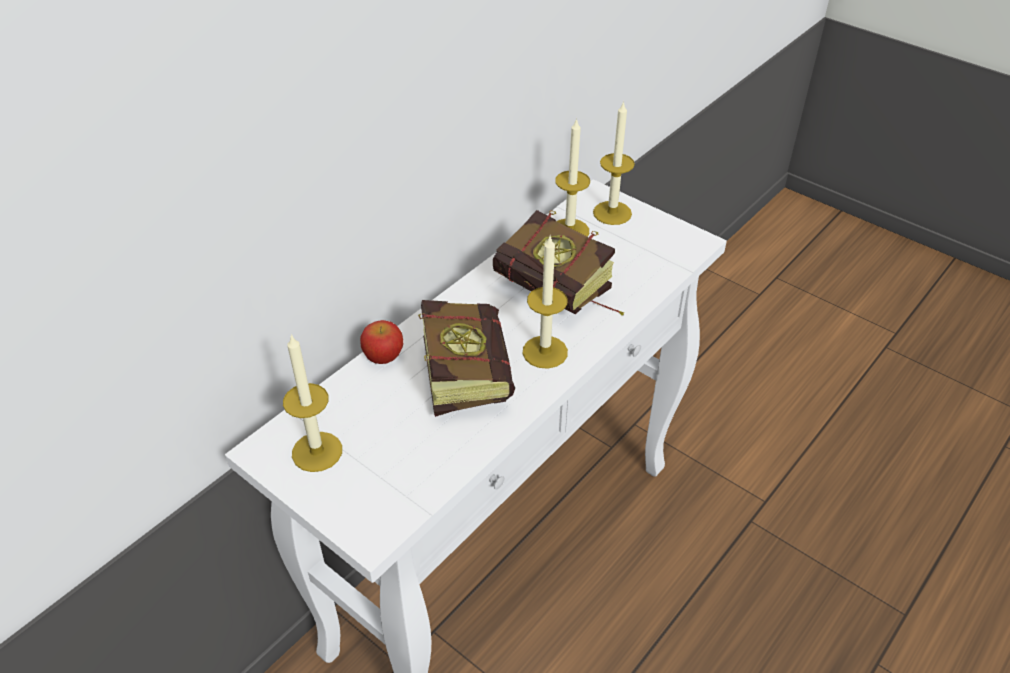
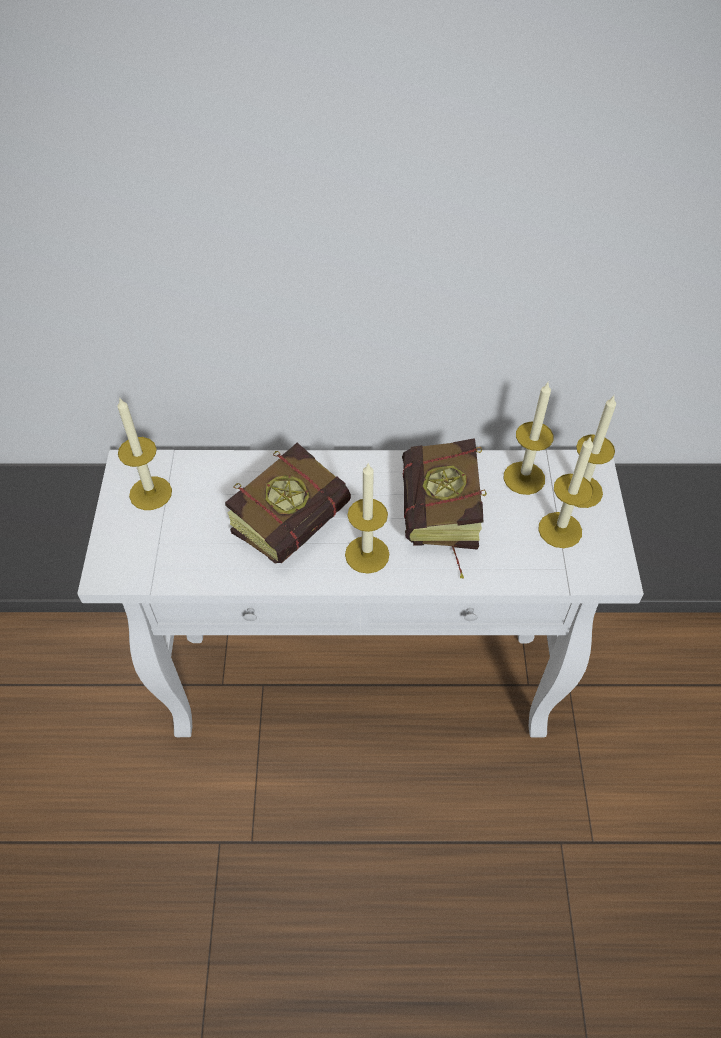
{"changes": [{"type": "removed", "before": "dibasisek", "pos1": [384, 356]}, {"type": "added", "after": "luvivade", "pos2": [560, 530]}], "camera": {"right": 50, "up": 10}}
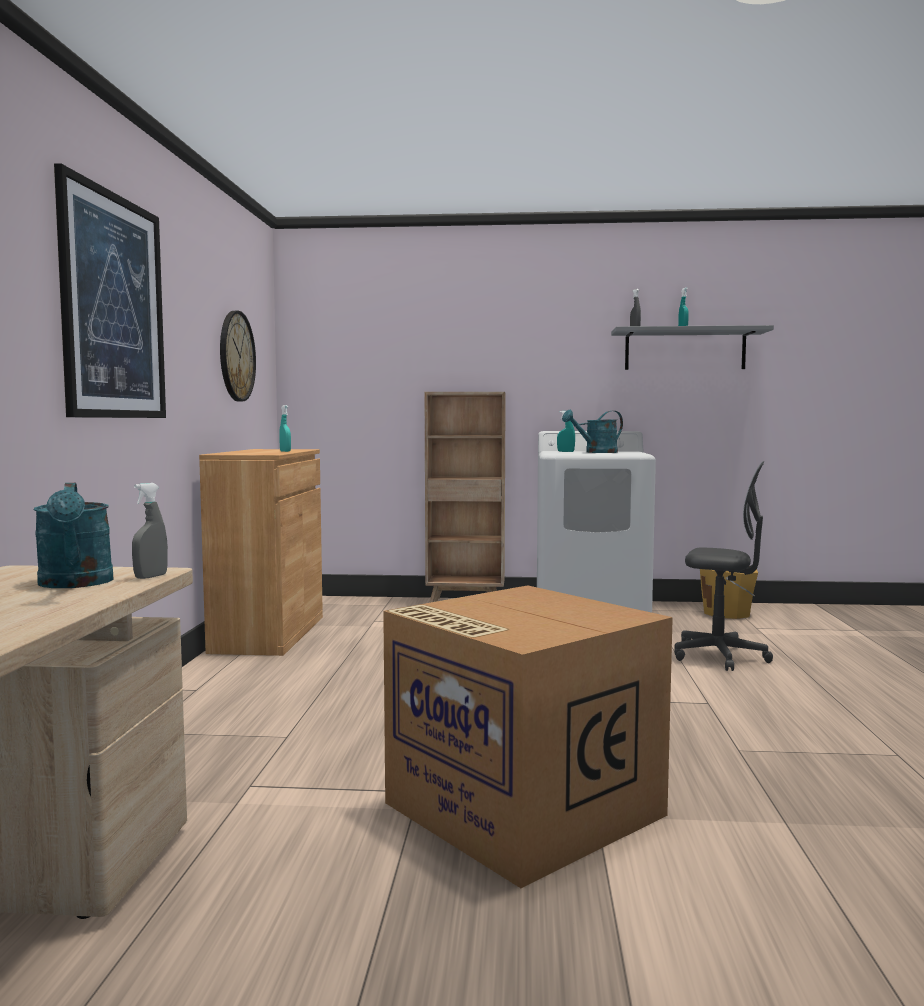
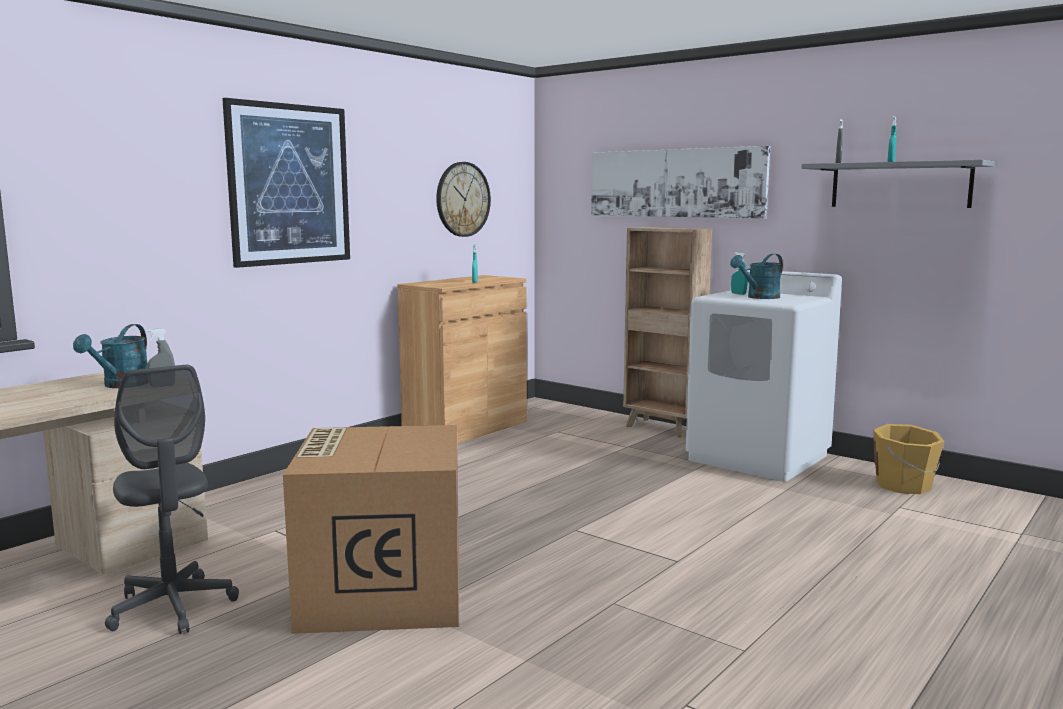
{"changes": [{"type": "added", "after": "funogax", "pos2": [675, 183]}, {"type": "moved", "before": "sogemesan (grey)", "pos1": [720, 657], "pos2": [172, 607]}, {"type": "turned", "before": "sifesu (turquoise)", "pos1": [596, 452], "pos2": [759, 297], "turn": -45}], "camera": {"right": 35, "up": 5}}
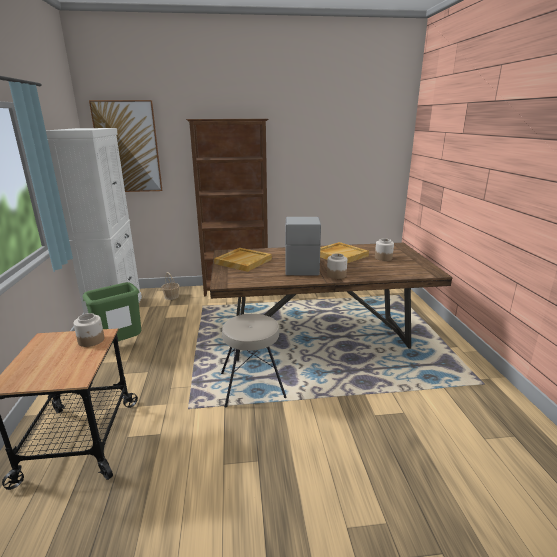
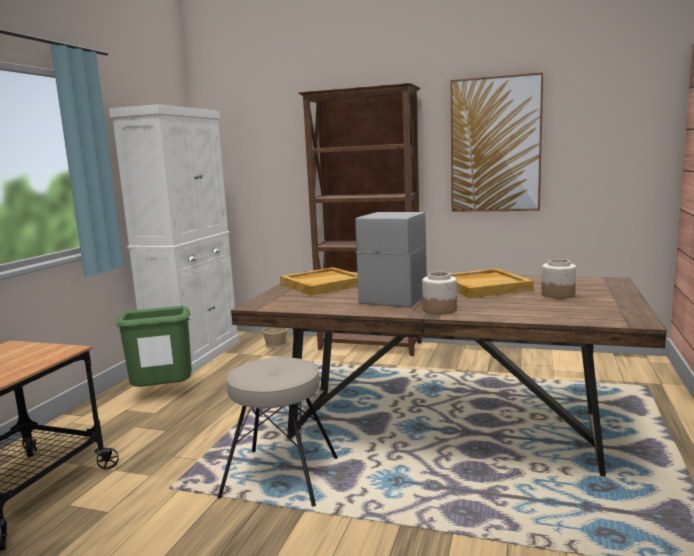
{"changes": [{"type": "removed", "before": "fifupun", "pos1": [91, 340]}, {"type": "moved", "before": "funogax", "pos1": [128, 147], "pos2": [495, 145]}], "camera": {"right": 25, "up": -10}}
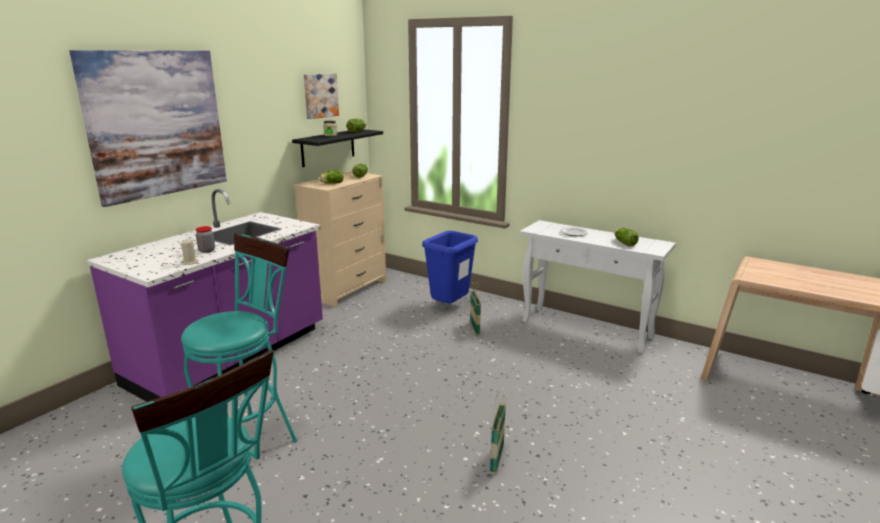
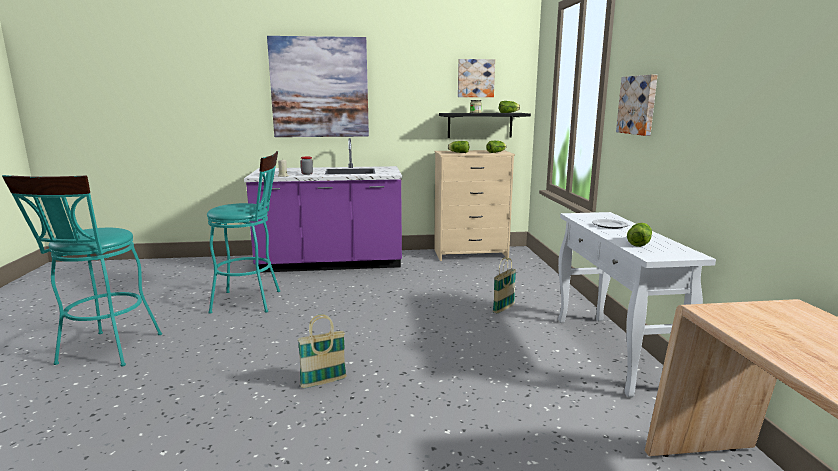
{"changes": [{"type": "removed", "before": "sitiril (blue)", "pos1": [450, 307]}, {"type": "added", "after": "funogax", "pos2": [638, 105]}], "camera": {"right": 50, "up": -5}}
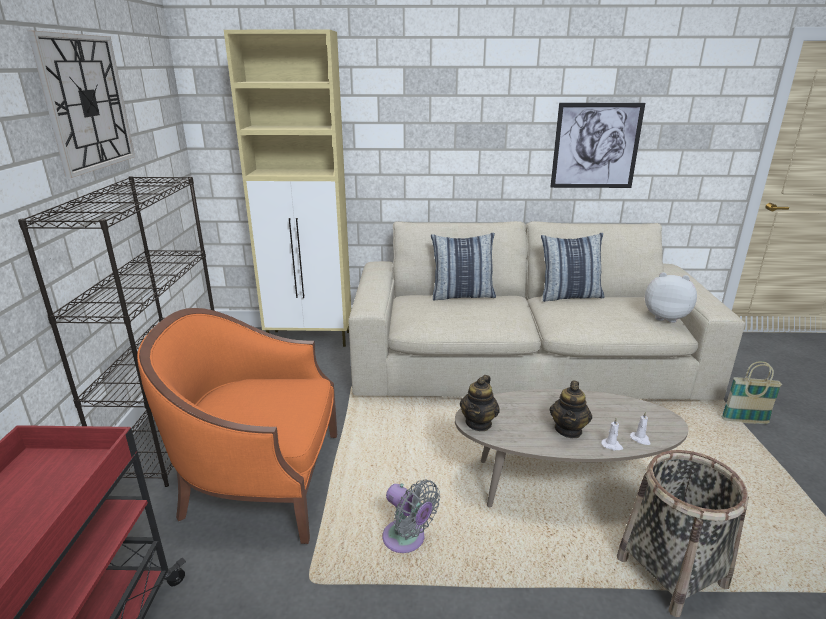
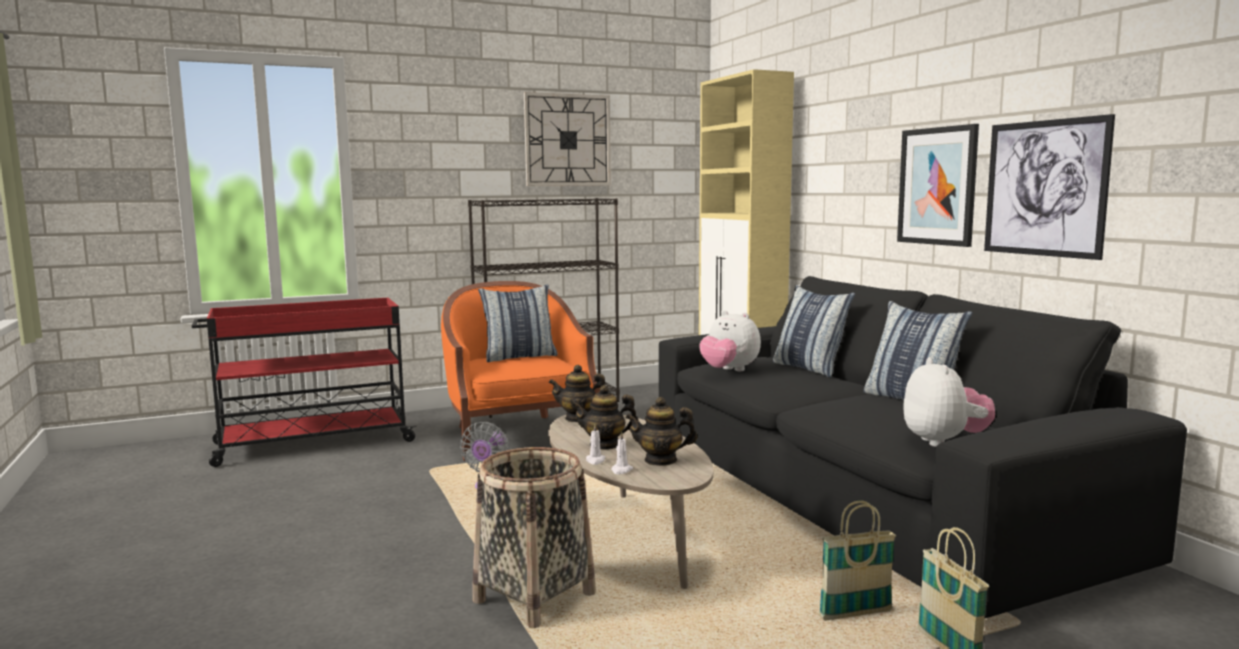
{"changes": [{"type": "added", "after": "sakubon", "pos2": [519, 357]}, {"type": "added", "after": "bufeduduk", "pos2": [661, 460]}, {"type": "added", "after": "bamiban", "pos2": [729, 371]}, {"type": "added", "after": "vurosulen", "pos2": [855, 615]}, {"type": "added", "after": "funogax", "pos2": [937, 186]}, {"type": "recoloured", "before": "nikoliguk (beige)", "after": "nikoliguk (black)", "pos1": [524, 365], "pos2": [854, 491]}], "camera": {"right": 65, "up": -15}}
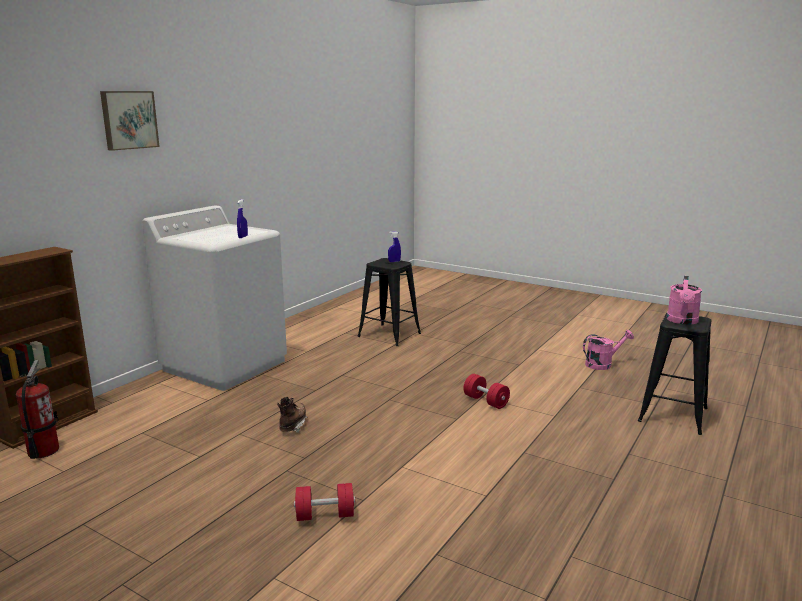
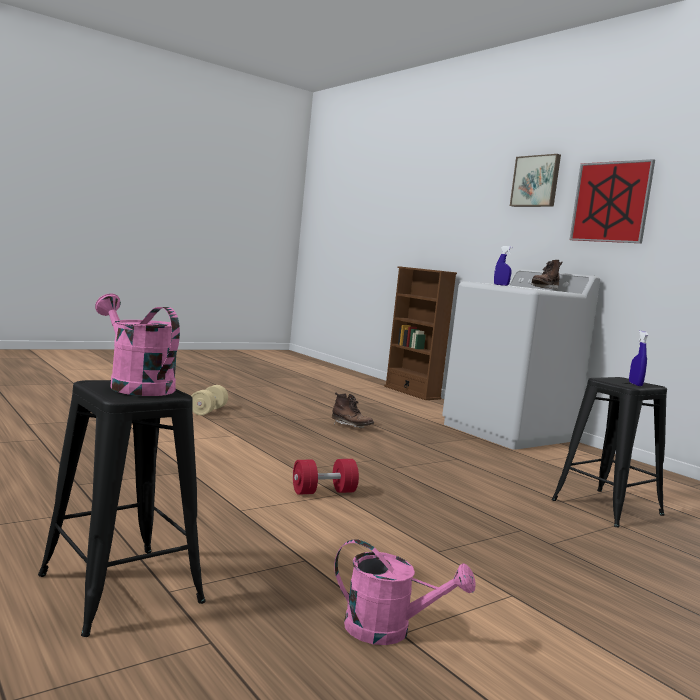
{"changes": [{"type": "removed", "before": "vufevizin", "pos1": [42, 451]}, {"type": "added", "after": "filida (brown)", "pos2": [544, 289]}, {"type": "added", "after": "funogax", "pos2": [611, 202]}, {"type": "recoloured", "before": "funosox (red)", "after": "funosox (beige)", "pos1": [325, 515], "pos2": [208, 411]}, {"type": "turned", "before": "sifesu (pink)", "pos1": [602, 364], "pos2": [389, 630], "turn": -75}], "camera": {"right": 110, "up": -10}}
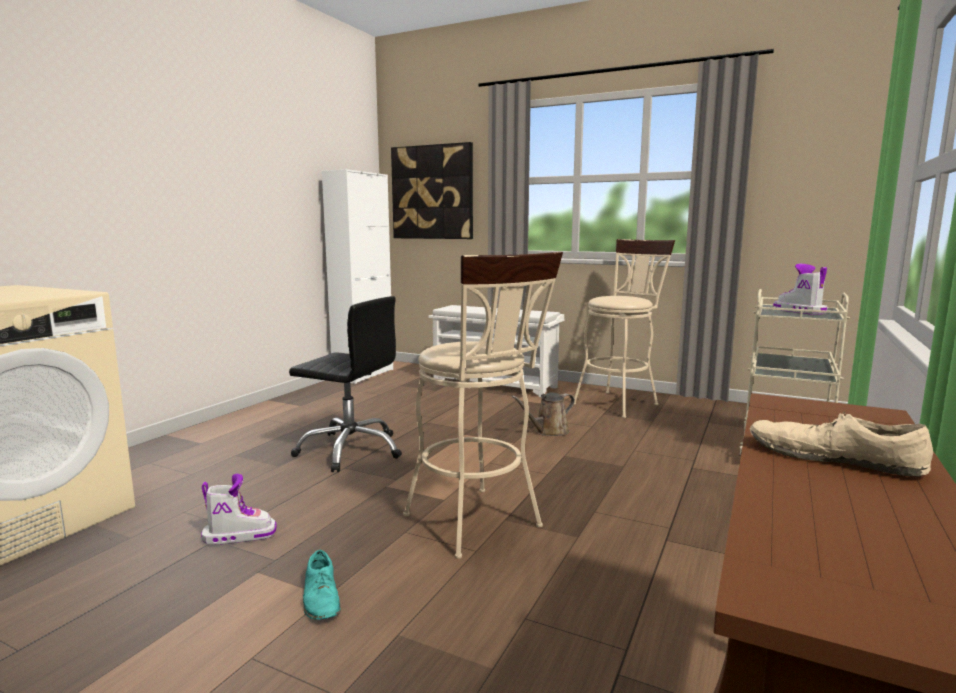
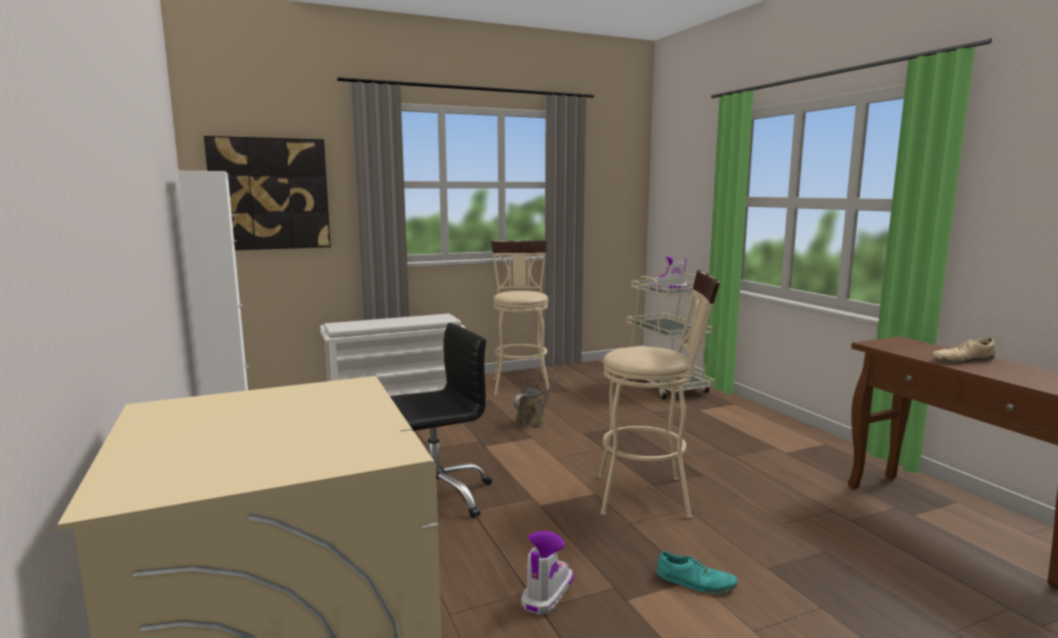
{"changes": [{"type": "turned", "before": "sifesu (brown)", "pos1": [548, 431], "pos2": [532, 421], "turn": -150}], "camera": {"right": -50, "up": 0}}
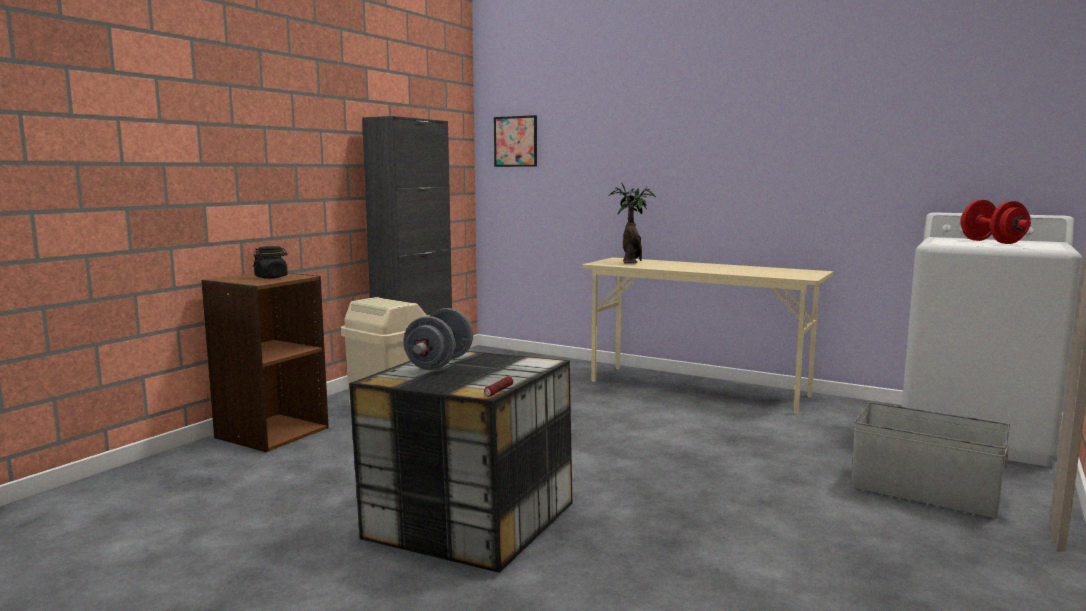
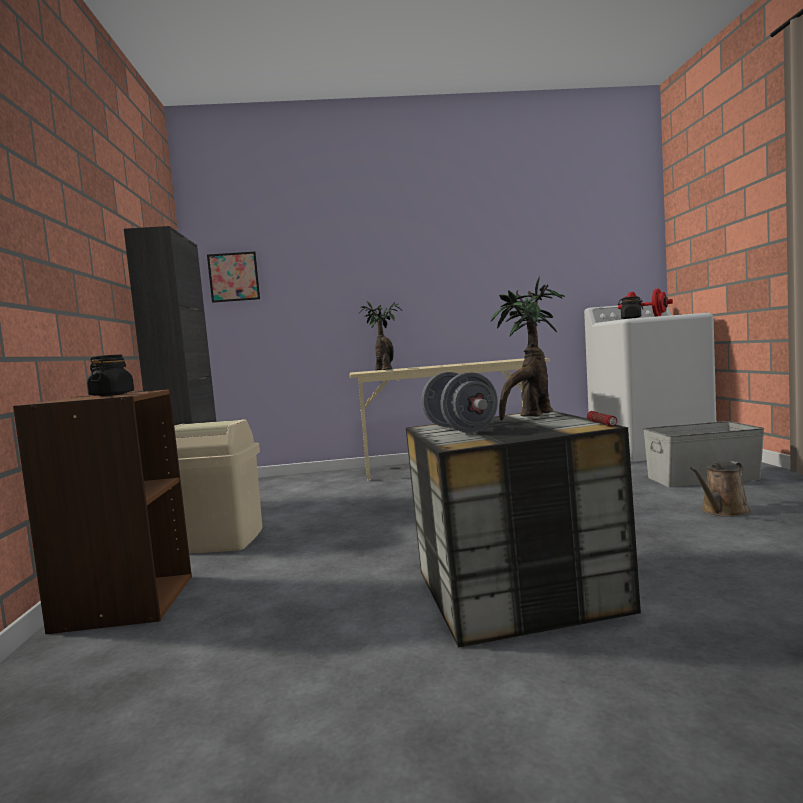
{"changes": [{"type": "added", "after": "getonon", "pos2": [531, 416]}, {"type": "added", "after": "fifupun (black)", "pos2": [630, 318]}, {"type": "added", "after": "sifesu (brown)", "pos2": [722, 511]}], "camera": {"right": -35, "up": -5}}
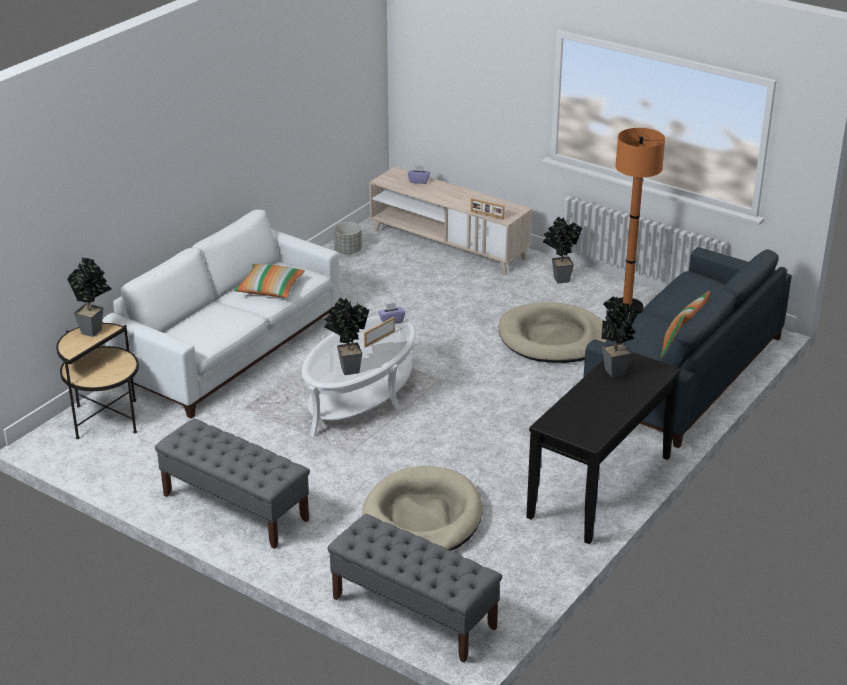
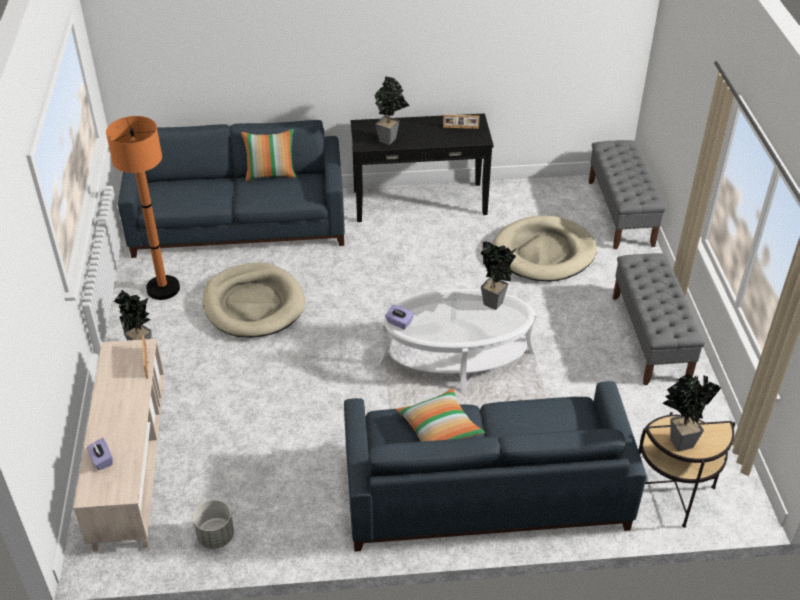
{"changes": [{"type": "moved", "before": "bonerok", "pos1": [379, 339], "pos2": [460, 128]}, {"type": "recoloured", "before": "nikoliguk (white)", "after": "nikoliguk (blue)", "pos1": [232, 348], "pos2": [483, 490]}], "camera": {"right": -130, "up": 10}}
